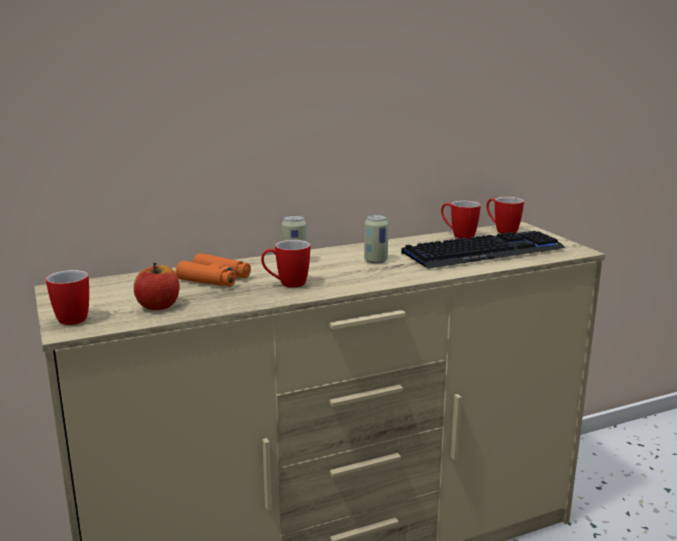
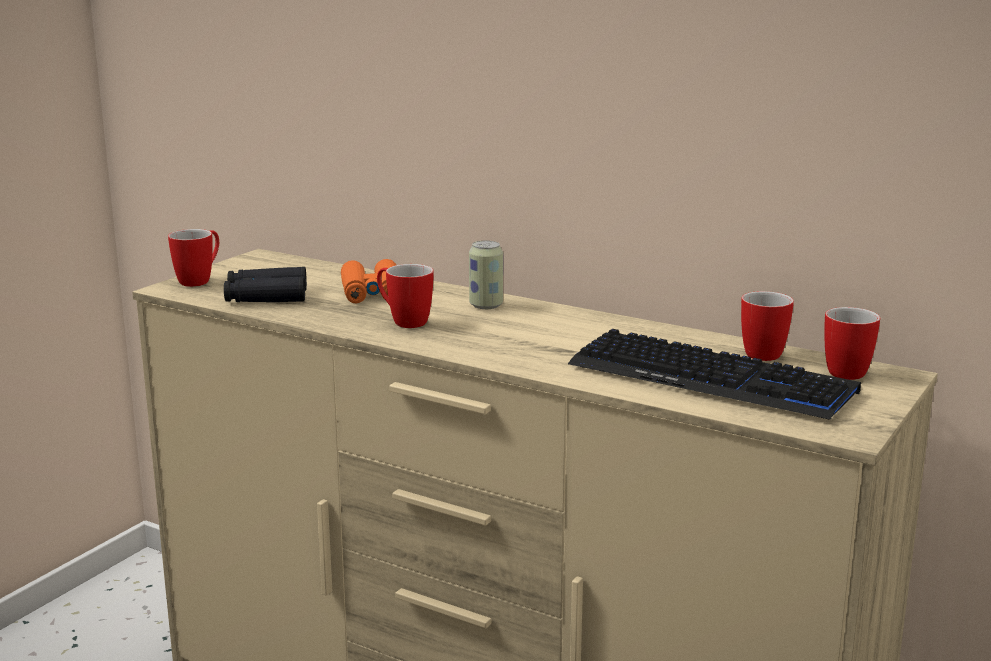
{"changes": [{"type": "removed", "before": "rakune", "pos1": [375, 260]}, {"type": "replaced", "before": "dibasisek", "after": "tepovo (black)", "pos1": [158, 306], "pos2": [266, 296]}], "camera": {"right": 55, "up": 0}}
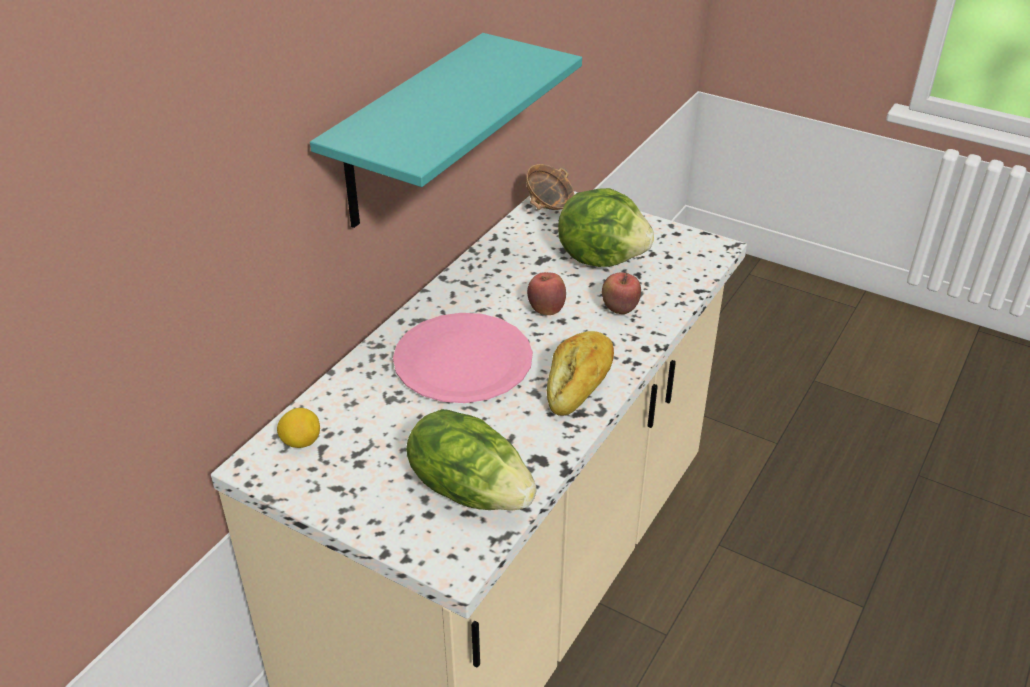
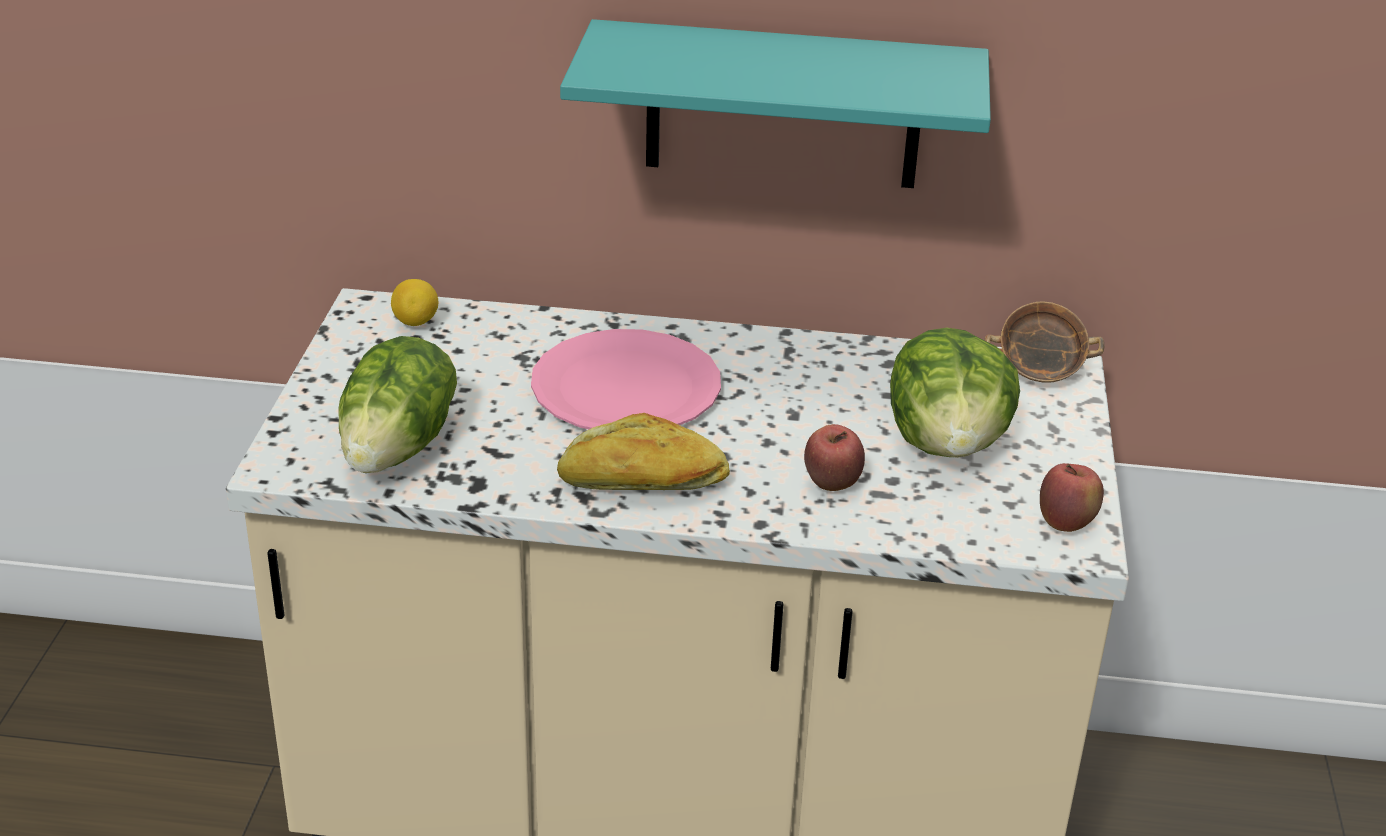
{"changes": [{"type": "moved", "before": "dibasisek", "pos1": [546, 310], "pos2": [1066, 524]}], "camera": {"right": 65, "up": -5}}
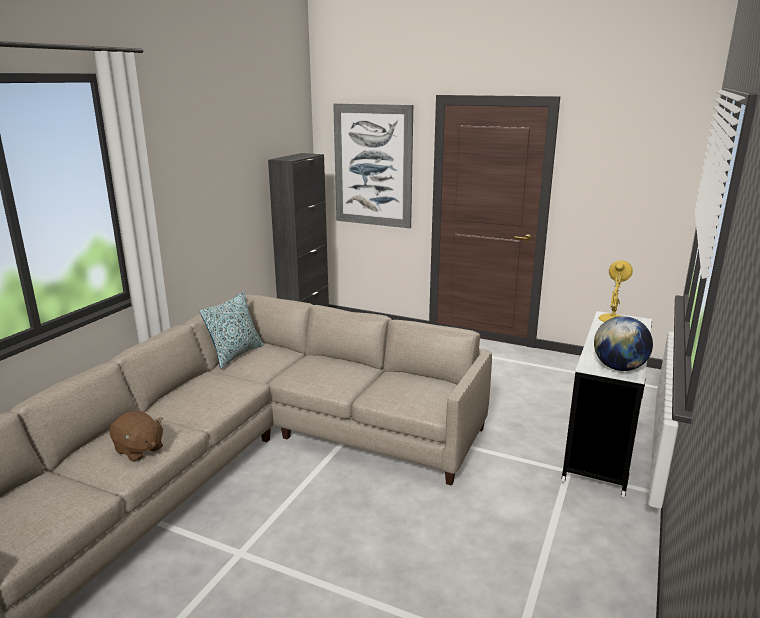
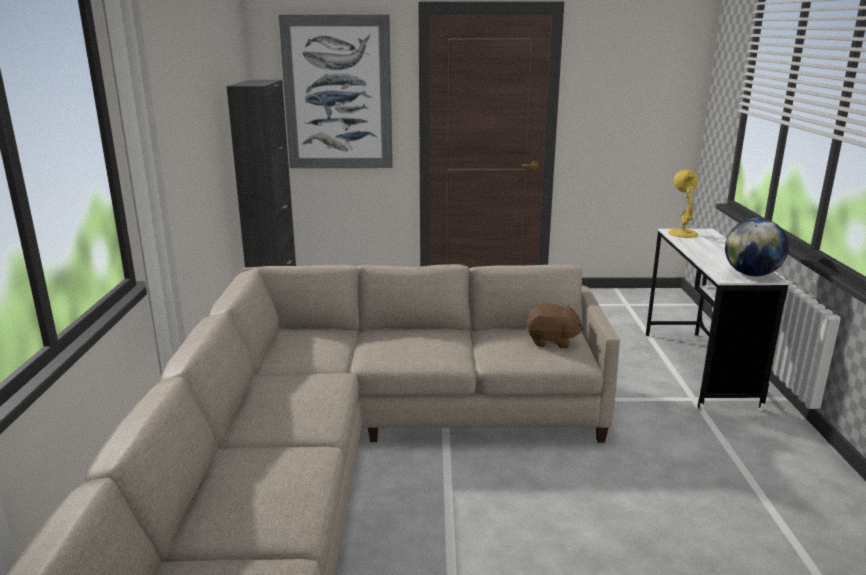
{"changes": [{"type": "removed", "before": "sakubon", "pos1": [235, 354]}, {"type": "moved", "before": "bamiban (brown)", "pos1": [139, 450], "pos2": [552, 341]}], "camera": {"right": -25, "up": 0}}
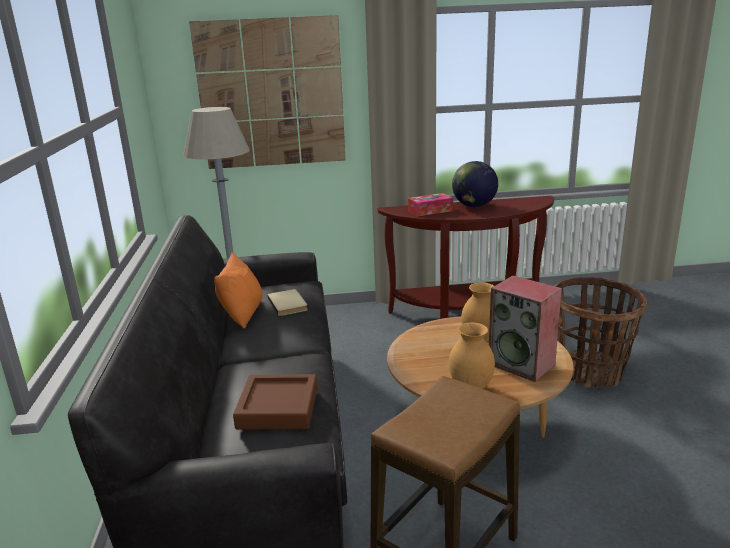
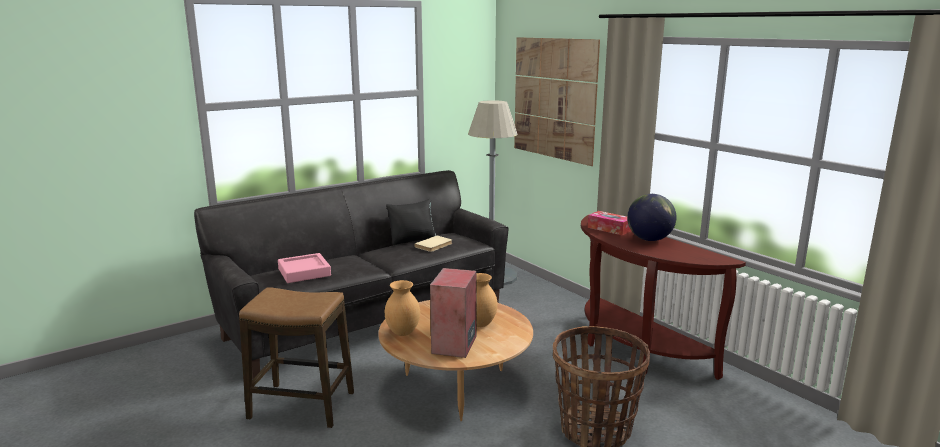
{"changes": [{"type": "recoloured", "before": "sakubon (orange)", "after": "sakubon (black)", "pos1": [242, 314], "pos2": [413, 240]}, {"type": "recoloured", "before": "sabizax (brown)", "after": "sabizax (pink)", "pos1": [278, 408], "pos2": [304, 272]}], "camera": {"right": 60, "up": -5}}
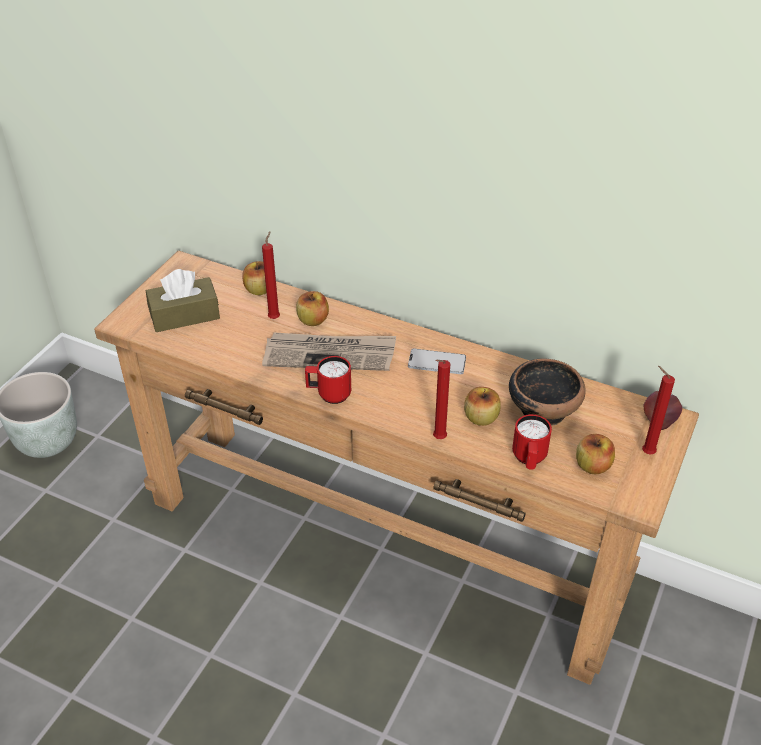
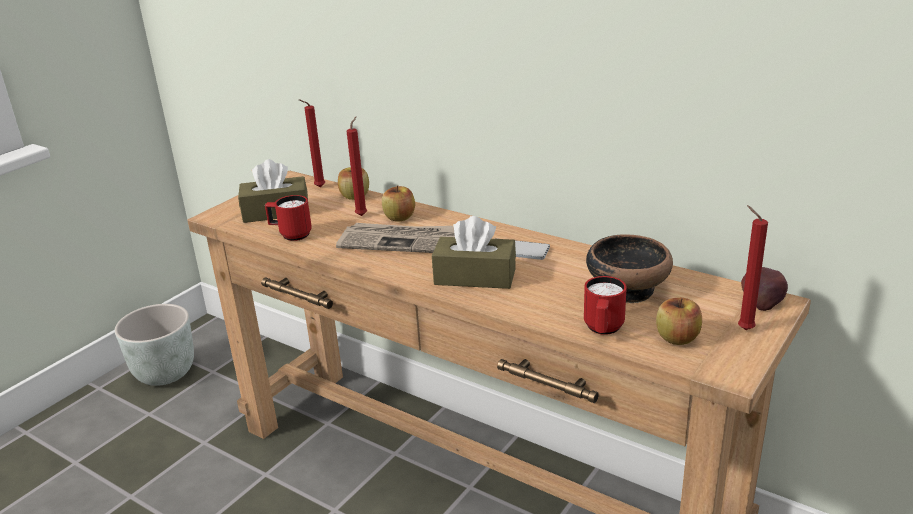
{"changes": [{"type": "removed", "before": "dibasisek", "pos1": [481, 418]}, {"type": "added", "after": "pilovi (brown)", "pos2": [475, 277]}, {"type": "moved", "before": "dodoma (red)", "pos1": [329, 395], "pos2": [291, 235]}, {"type": "moved", "before": "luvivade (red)", "pos1": [437, 439], "pos2": [318, 187]}], "camera": {"right": 10, "up": -15}}
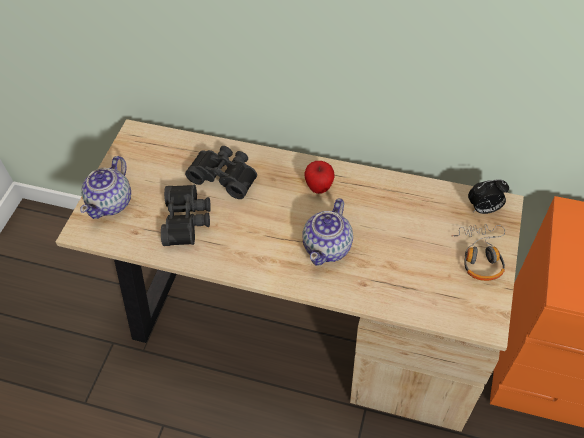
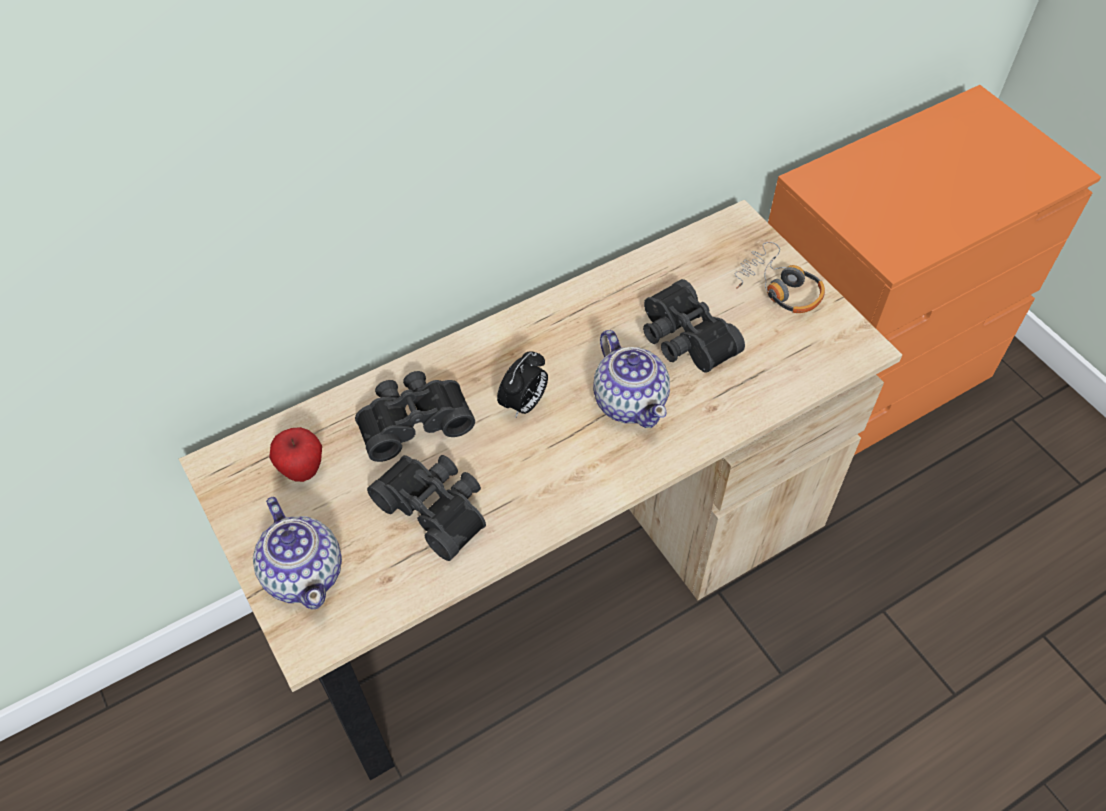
{"changes": [{"type": "added", "after": "tepovo (black)", "pos2": [683, 340]}, {"type": "moved", "before": "dibasisek", "pos1": [319, 188], "pos2": [302, 470]}, {"type": "moved", "before": "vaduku", "pos1": [483, 209], "pos2": [524, 404]}], "camera": {"right": -50, "up": 0}}
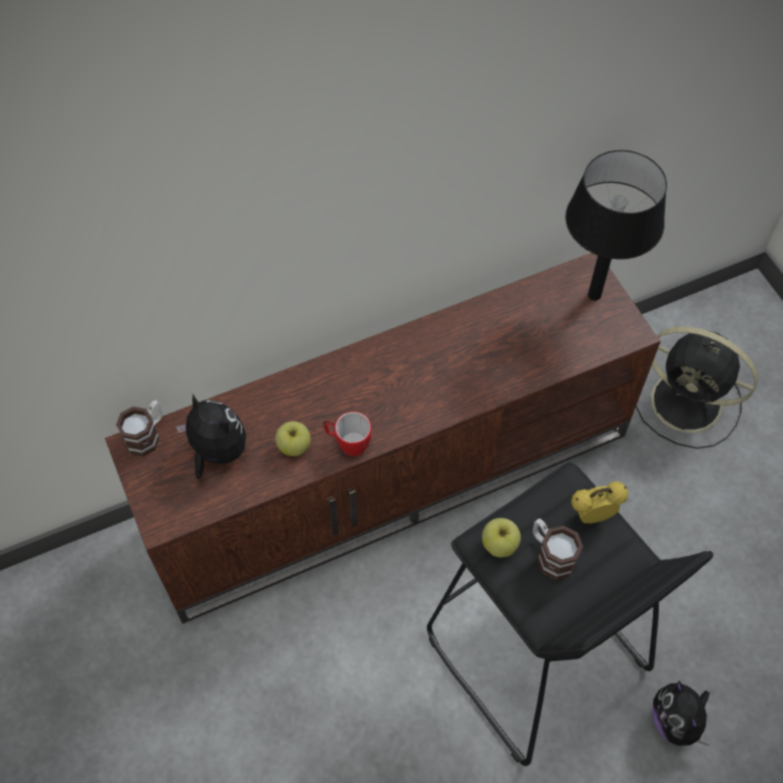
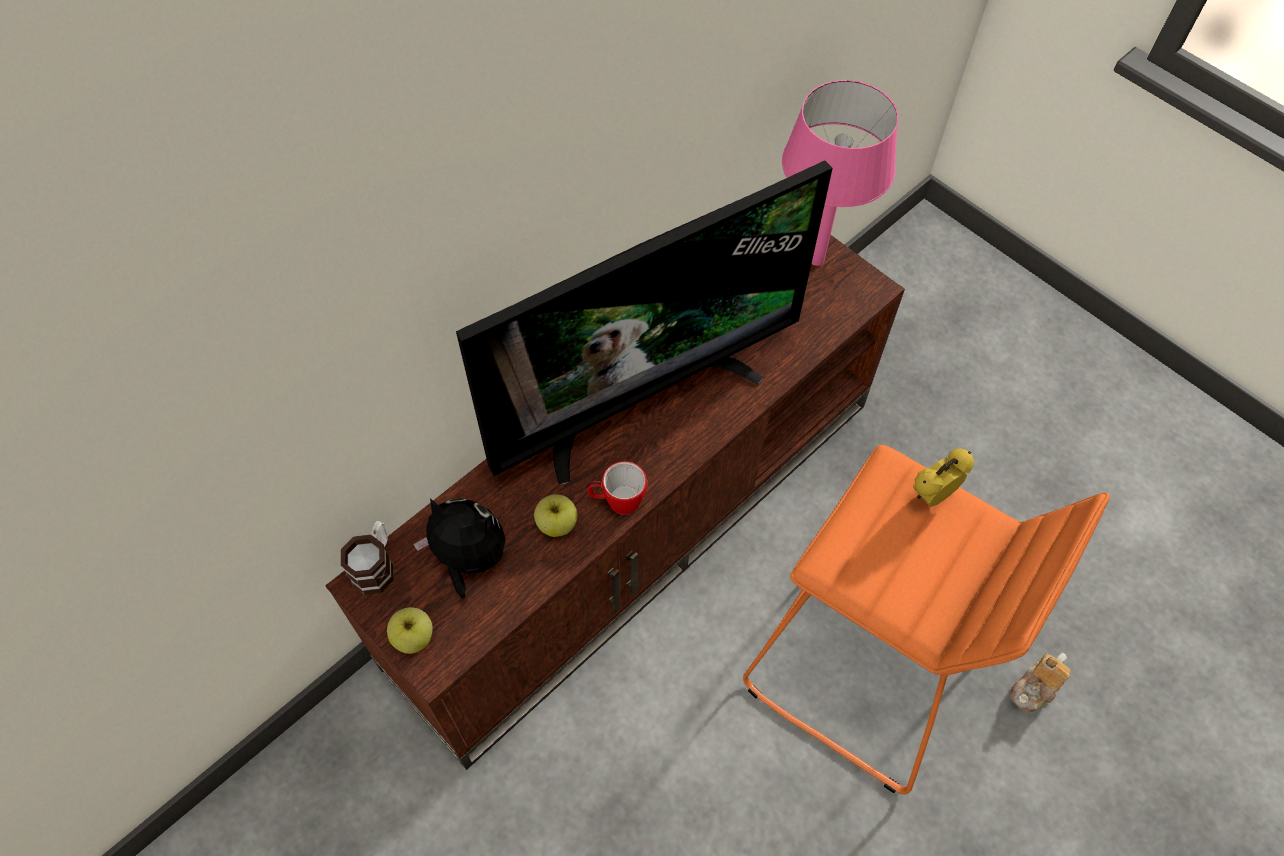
{"changes": [{"type": "removed", "before": "dodoma", "pos1": [550, 554]}, {"type": "removed", "before": "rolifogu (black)", "pos1": [689, 403]}, {"type": "added", "after": "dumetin", "pos2": [641, 398]}, {"type": "moved", "before": "dibasisek", "pos1": [499, 544], "pos2": [414, 637]}, {"type": "replaced", "before": "bamiban", "after": "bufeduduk", "pos1": [676, 721], "pos2": [1034, 689]}, {"type": "recoloured", "before": "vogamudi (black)", "after": "vogamudi (orange)", "pos1": [535, 654], "pos2": [865, 668]}, {"type": "recoloured", "before": "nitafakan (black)", "after": "nitafakan (pink)", "pos1": [594, 295], "pos2": [817, 260]}], "camera": {"right": -20, "up": 0}}
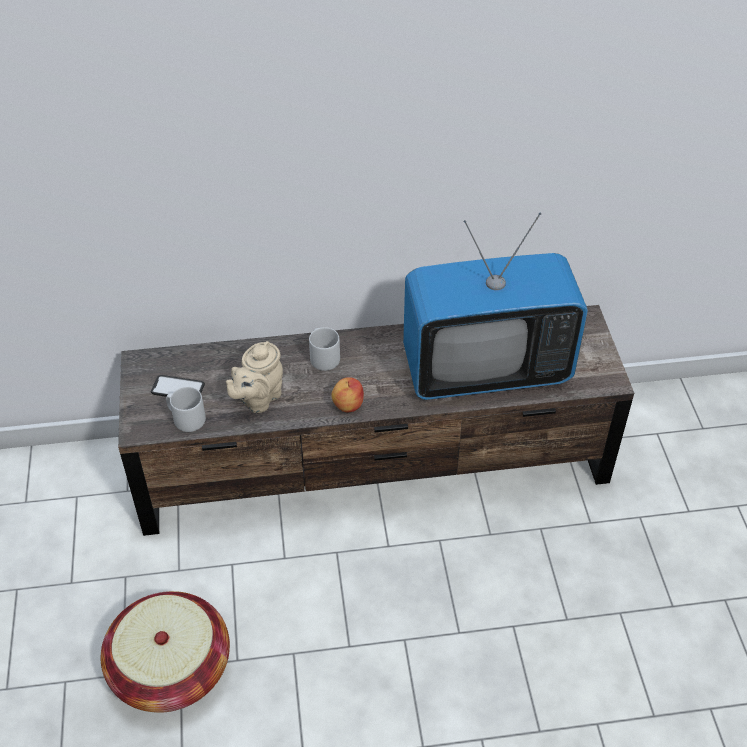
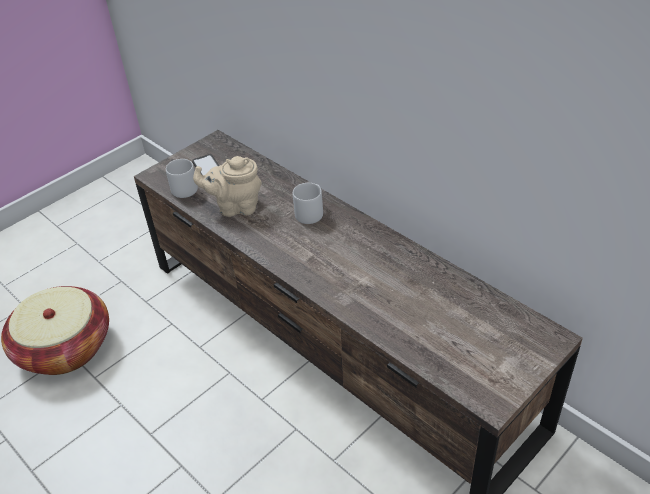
{"changes": [{"type": "removed", "before": "dibasisek", "pos1": [348, 404]}, {"type": "removed", "before": "dumetin", "pos1": [486, 369]}], "camera": {"right": 55, "up": -5}}
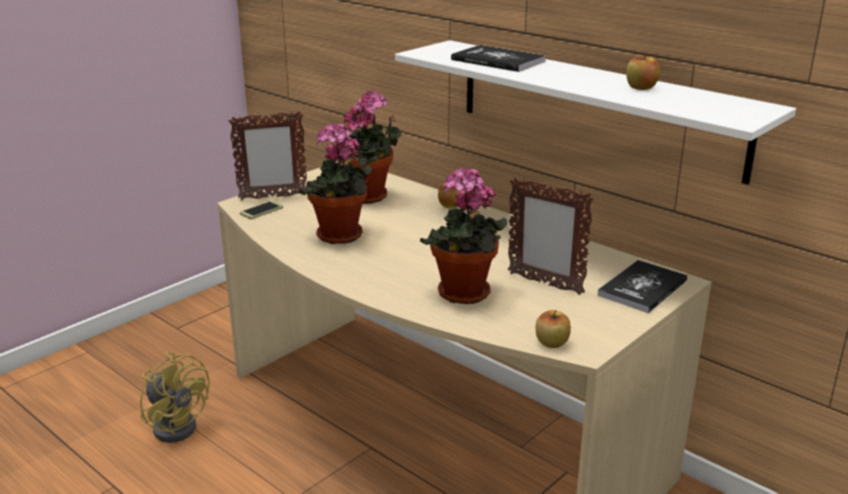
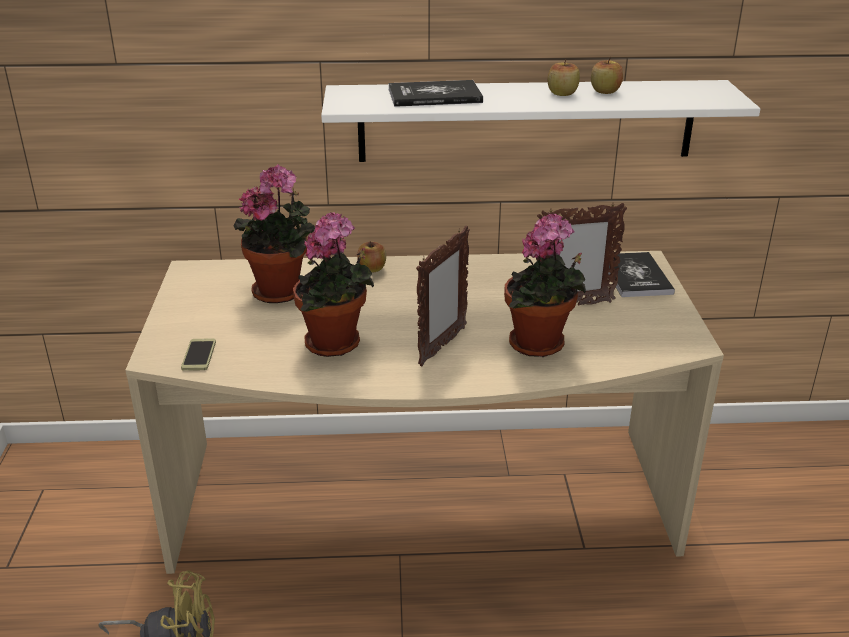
{"changes": [{"type": "moved", "before": "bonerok", "pos1": [272, 197], "pos2": [442, 347]}, {"type": "moved", "before": "dibasisek", "pos1": [551, 343], "pos2": [562, 93]}], "camera": {"right": -45, "up": 5}}
